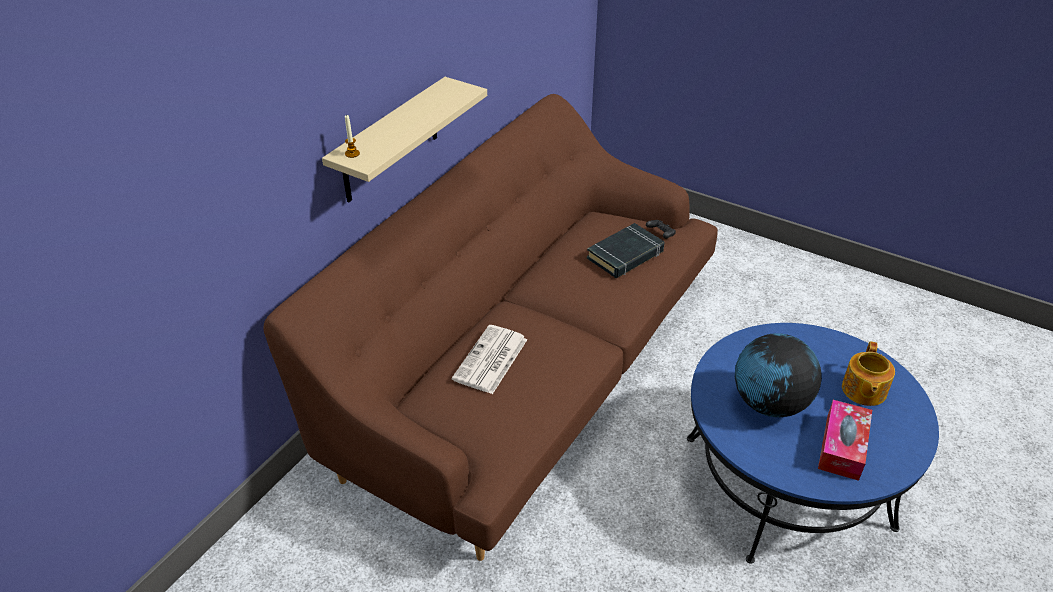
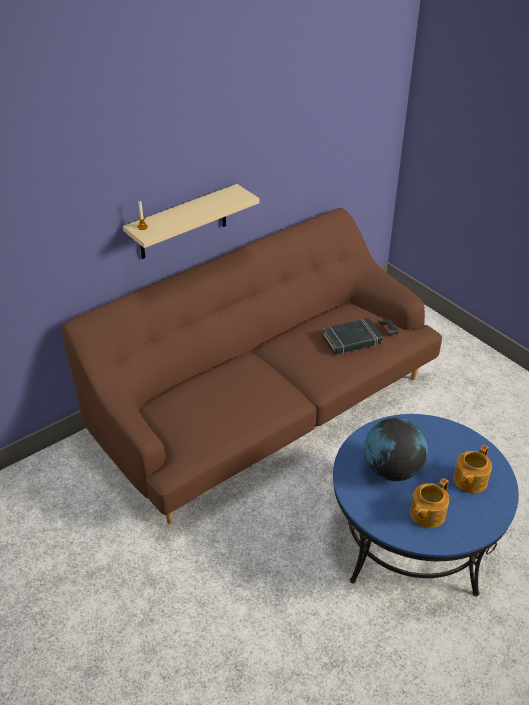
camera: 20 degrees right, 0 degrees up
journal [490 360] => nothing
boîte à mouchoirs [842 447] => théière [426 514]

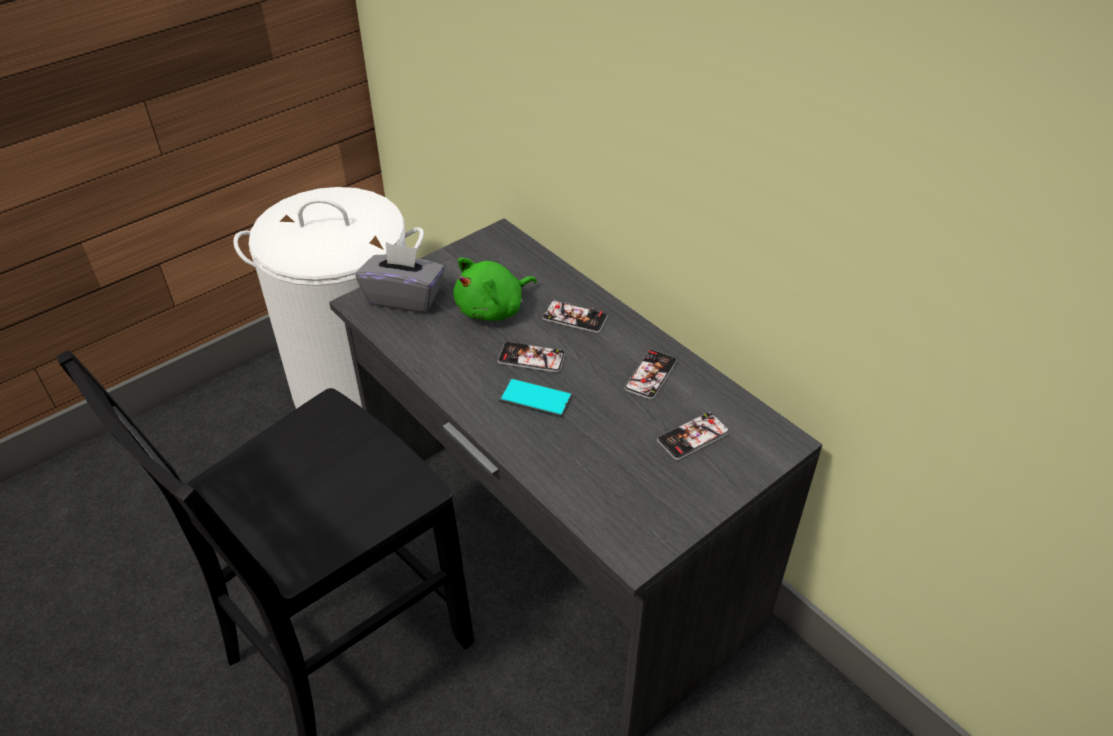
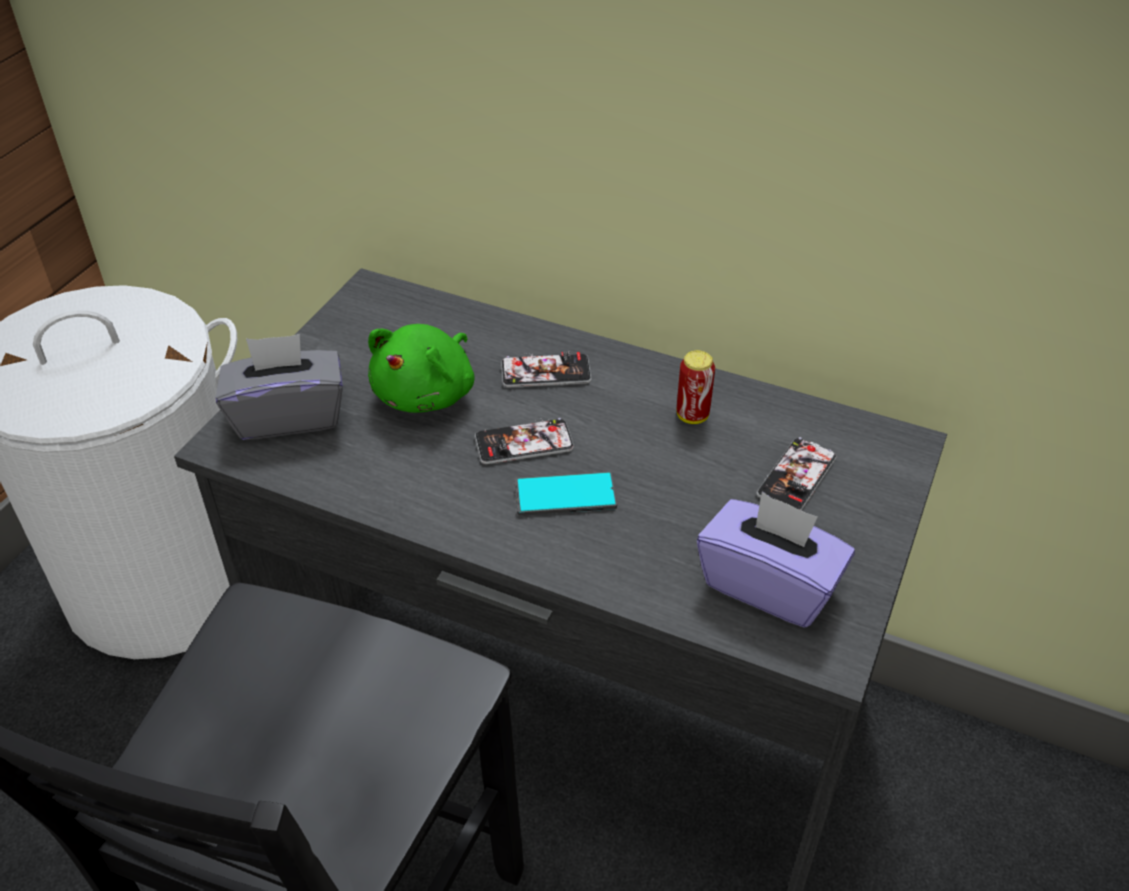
camera: 25 degrees left, 0 degrees up
téléphone [651 375] => boîte métallique [692 415]
nothing => boîte à mouchoirs [violet] [769 585]

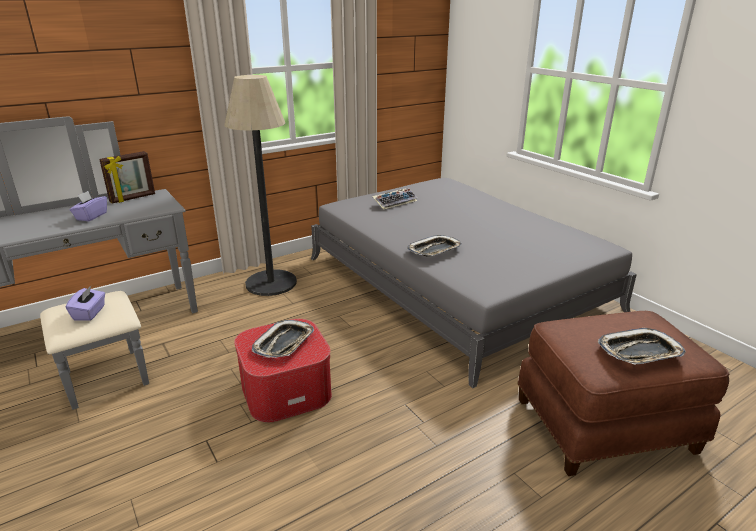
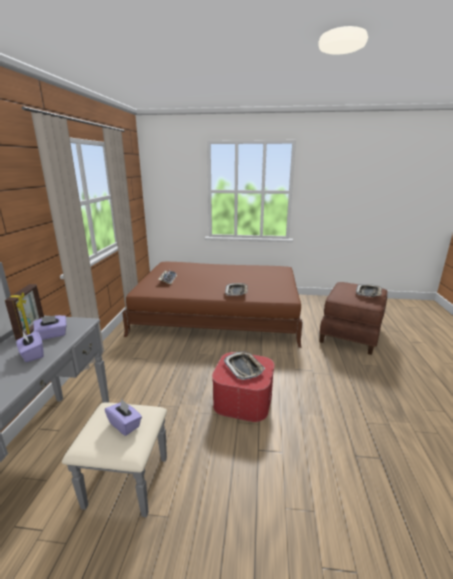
camera: 50 degrees left, 5 degrees down
lampadaire [271 283] => nothing
lit [gris] [455 283] => lit [marron] [219 313]
nothing => boîte à mouchoirs [violet] [52 335]

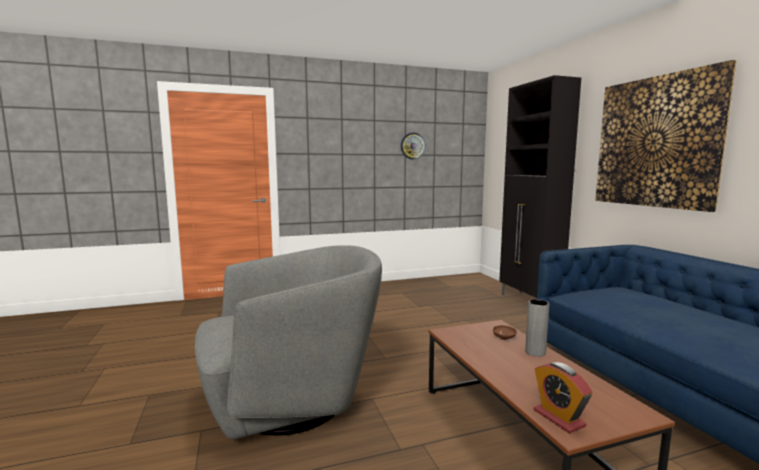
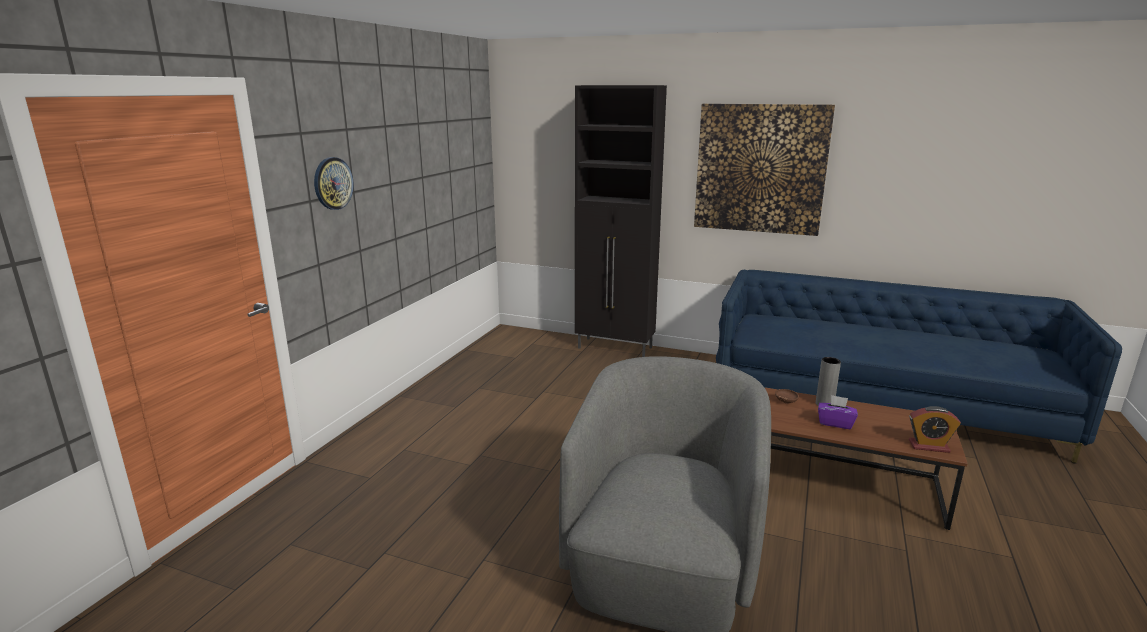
camera: 50 degrees left, 10 degrees up
horloge murale [412 146] => horloge murale [332 183], moved
nothing => boîte à mouchoirs [violet] [835 423]

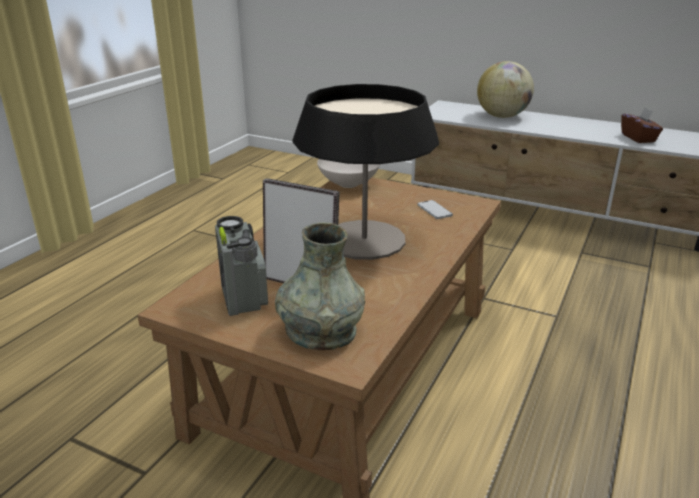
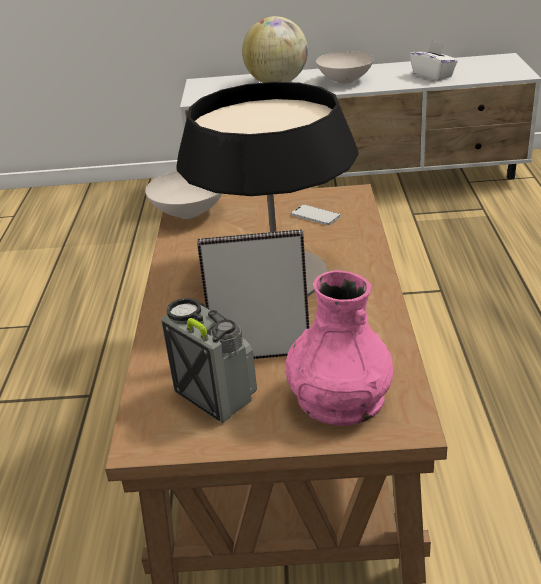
camera: 25 degrees left, 5 degrees up
boîte à mouchoirs [marron] [638 138] => boîte à mouchoirs [blanc] [433 75]
vase [gris] [321 330] => vase [rose] [340 398]
nothing => bol [blanc] [345 81]

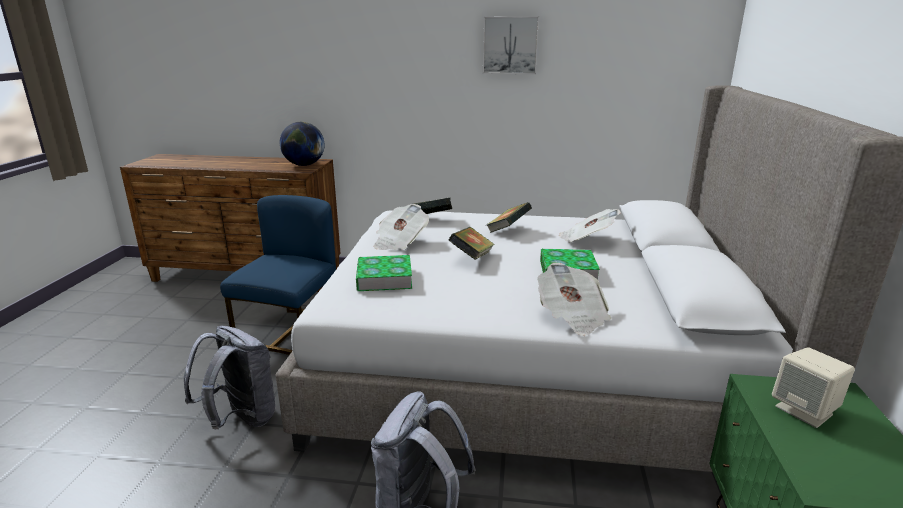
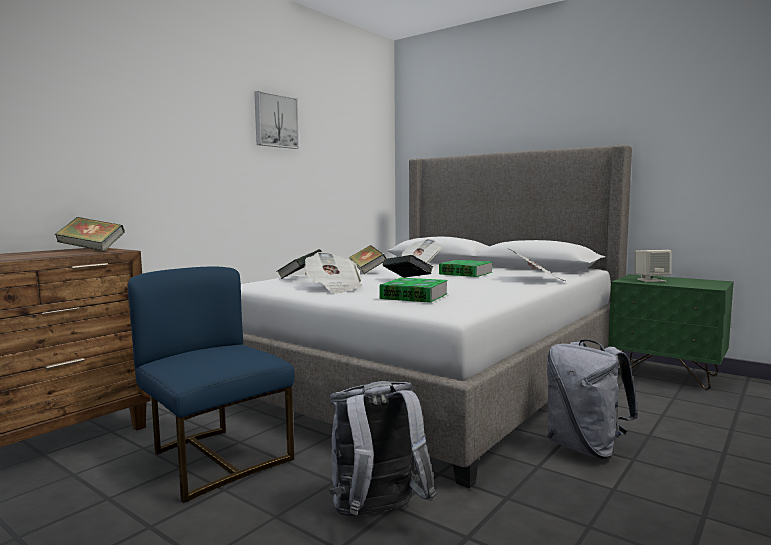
camera: 60 degrees left, 15 degrees down
globe [304 165] => livre [91 250]

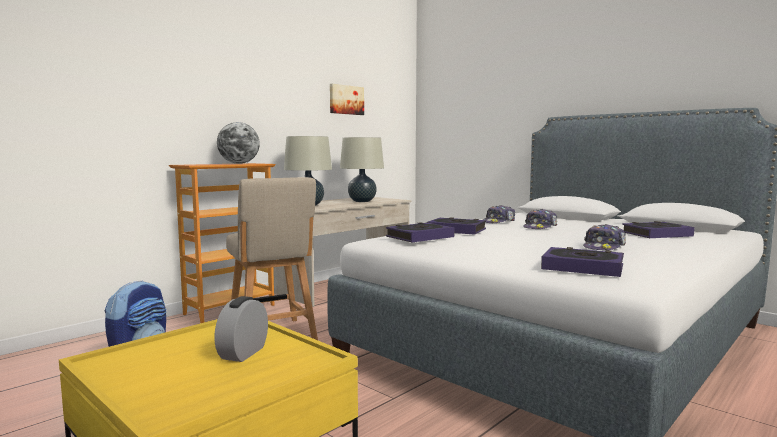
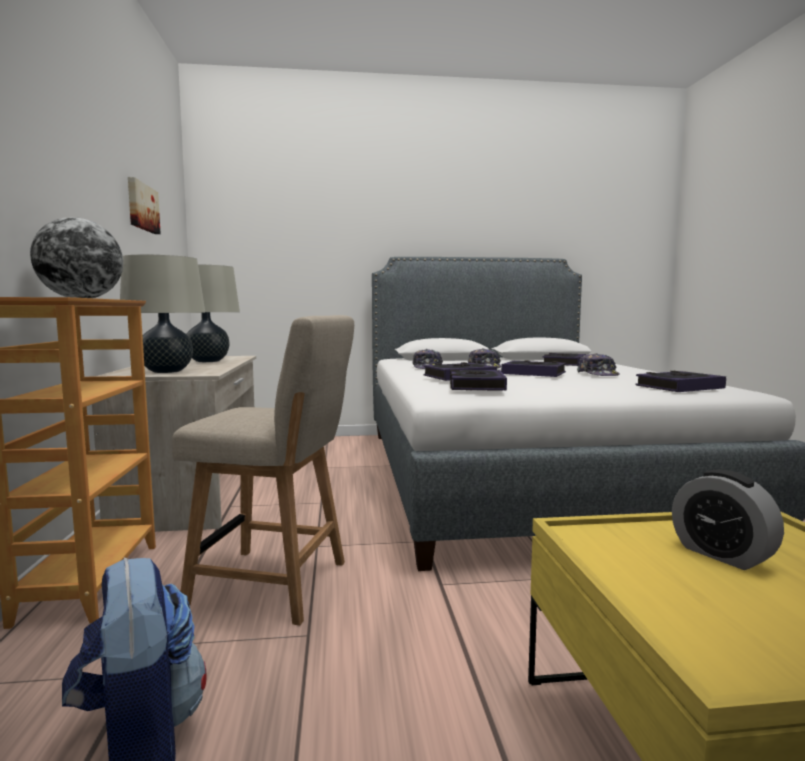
camera: 50 degrees left, 0 degrees up
nothing => livre [533 373]

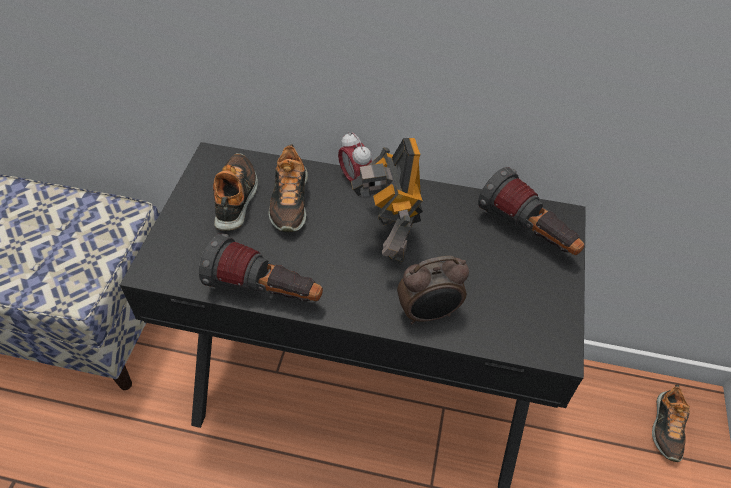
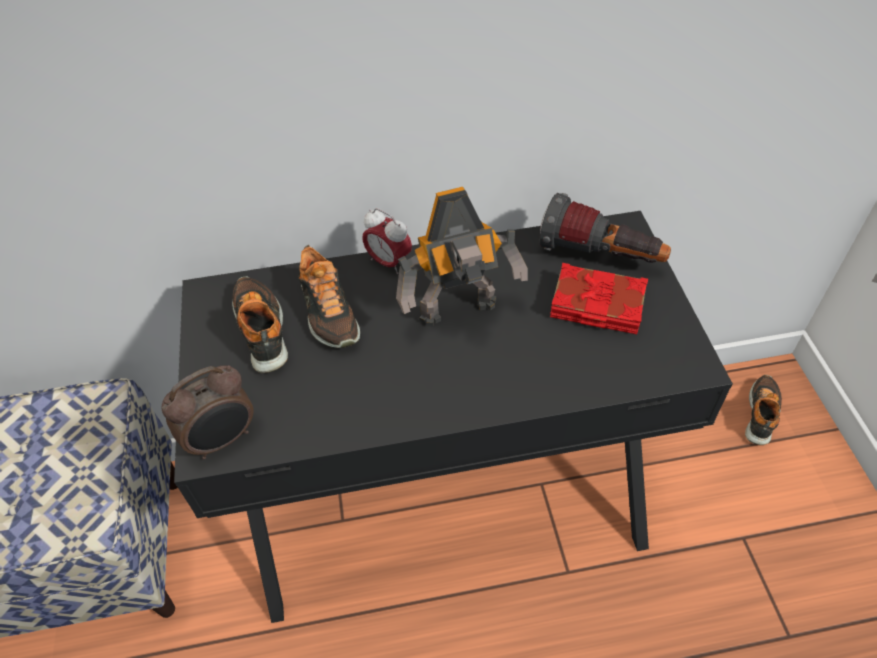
camera: 20 degrees left, 0 degrees up
robot jouet [388 238] => robot jouet [460 314], 75 degrees counterclockwise
lampe de poche [266 292] => nothing
réveil [429 314] => réveil [223 439], moved
chaussure [666 427] => chaussure [761 414], 150 degrees counterclockwise
nothing => livre [rouge] [597 306]

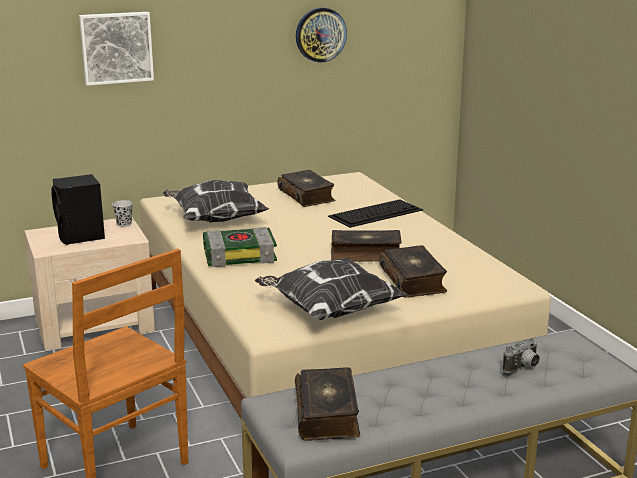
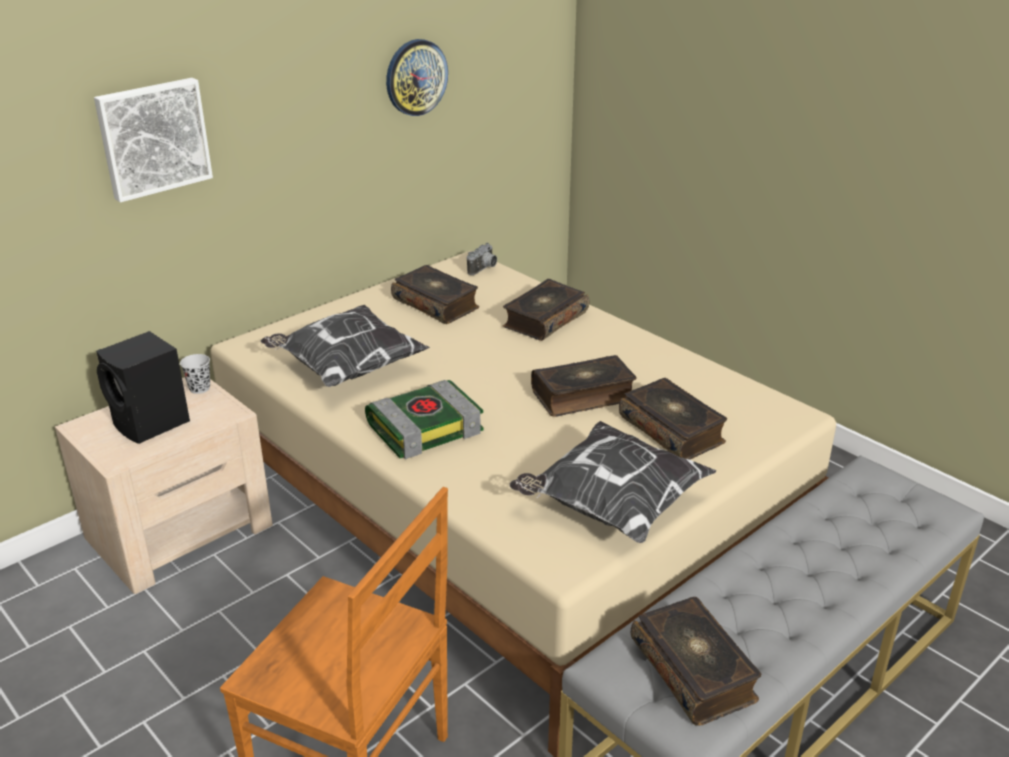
camera: 20 degrees left, 10 degrees up
clavier [376 213] => livre [544 320]
appareil photo [523 368] => appareil photo [484 269], moved

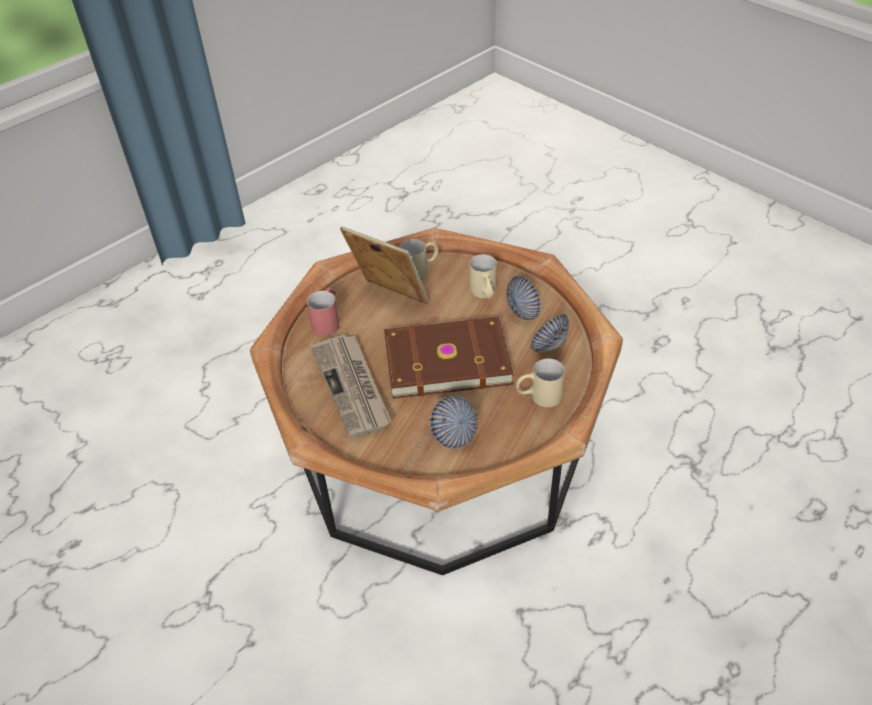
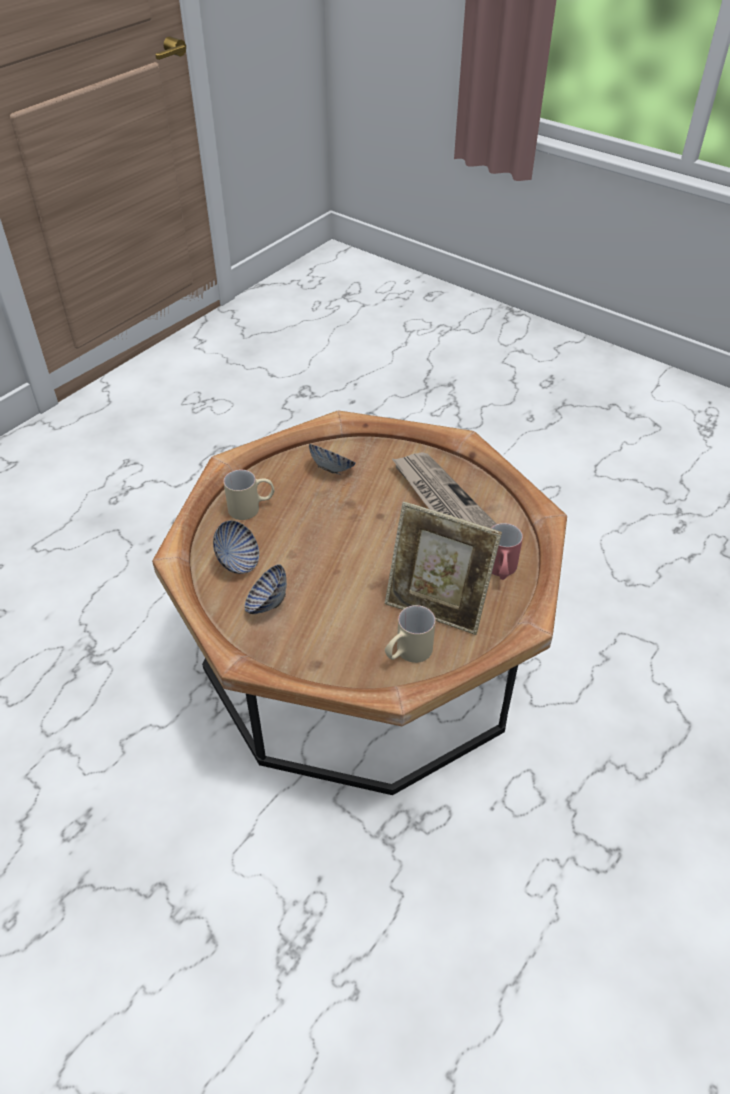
camera: 170 degrees right, 0 degrees up
mug [beige] [484 294] => nothing
livre [marron] [445 359] => nothing

